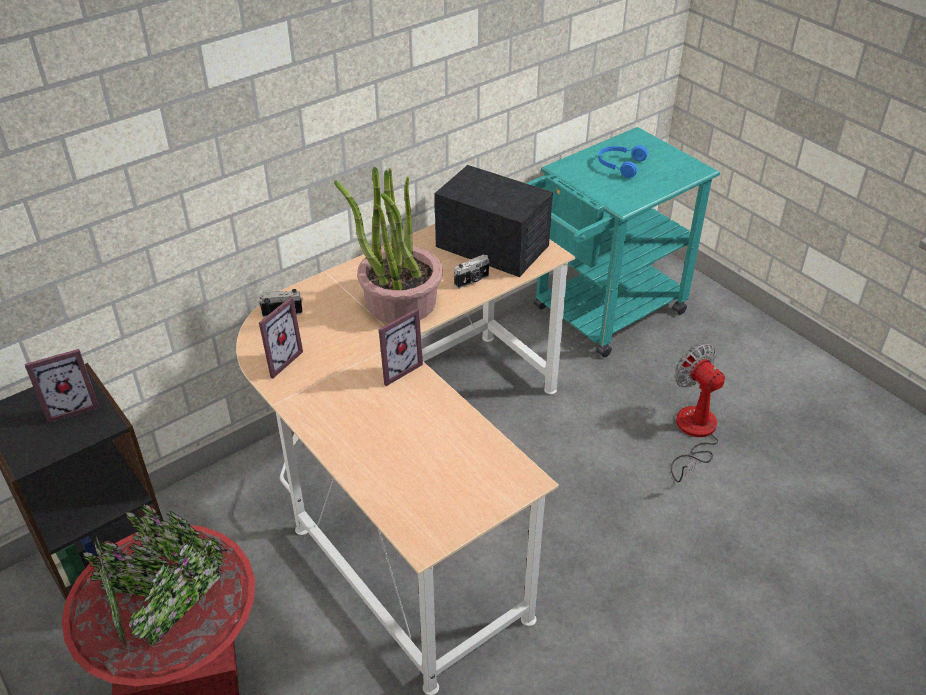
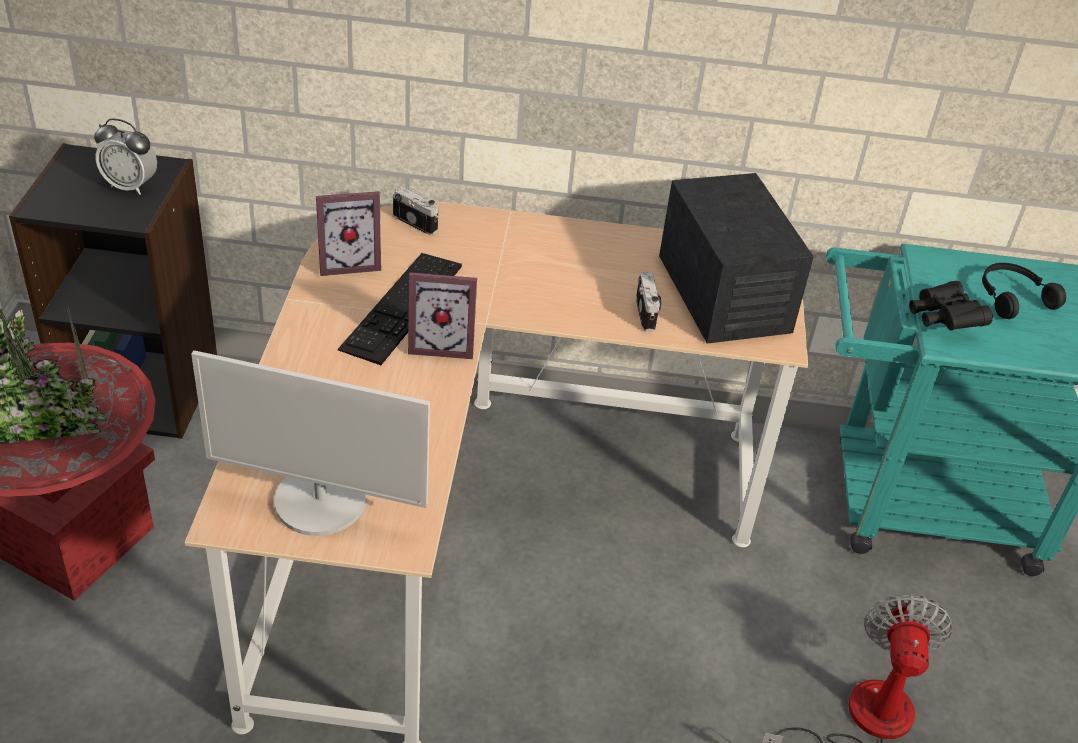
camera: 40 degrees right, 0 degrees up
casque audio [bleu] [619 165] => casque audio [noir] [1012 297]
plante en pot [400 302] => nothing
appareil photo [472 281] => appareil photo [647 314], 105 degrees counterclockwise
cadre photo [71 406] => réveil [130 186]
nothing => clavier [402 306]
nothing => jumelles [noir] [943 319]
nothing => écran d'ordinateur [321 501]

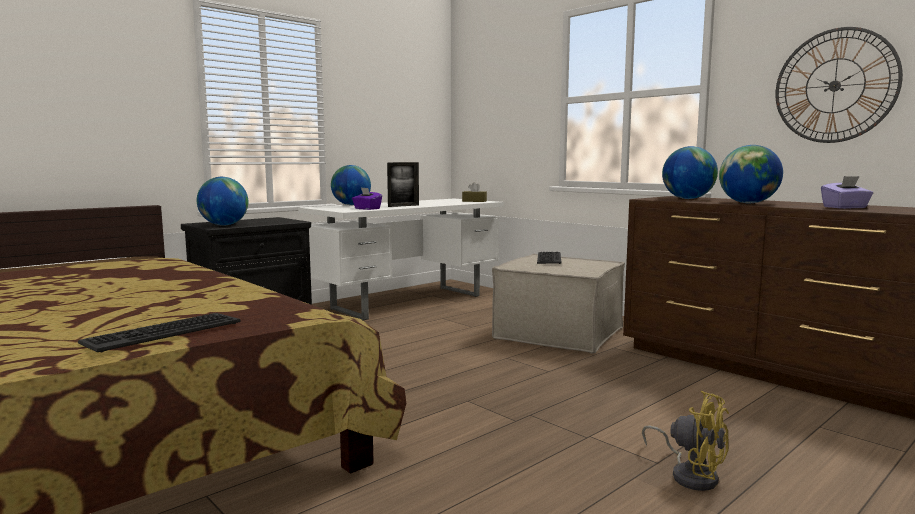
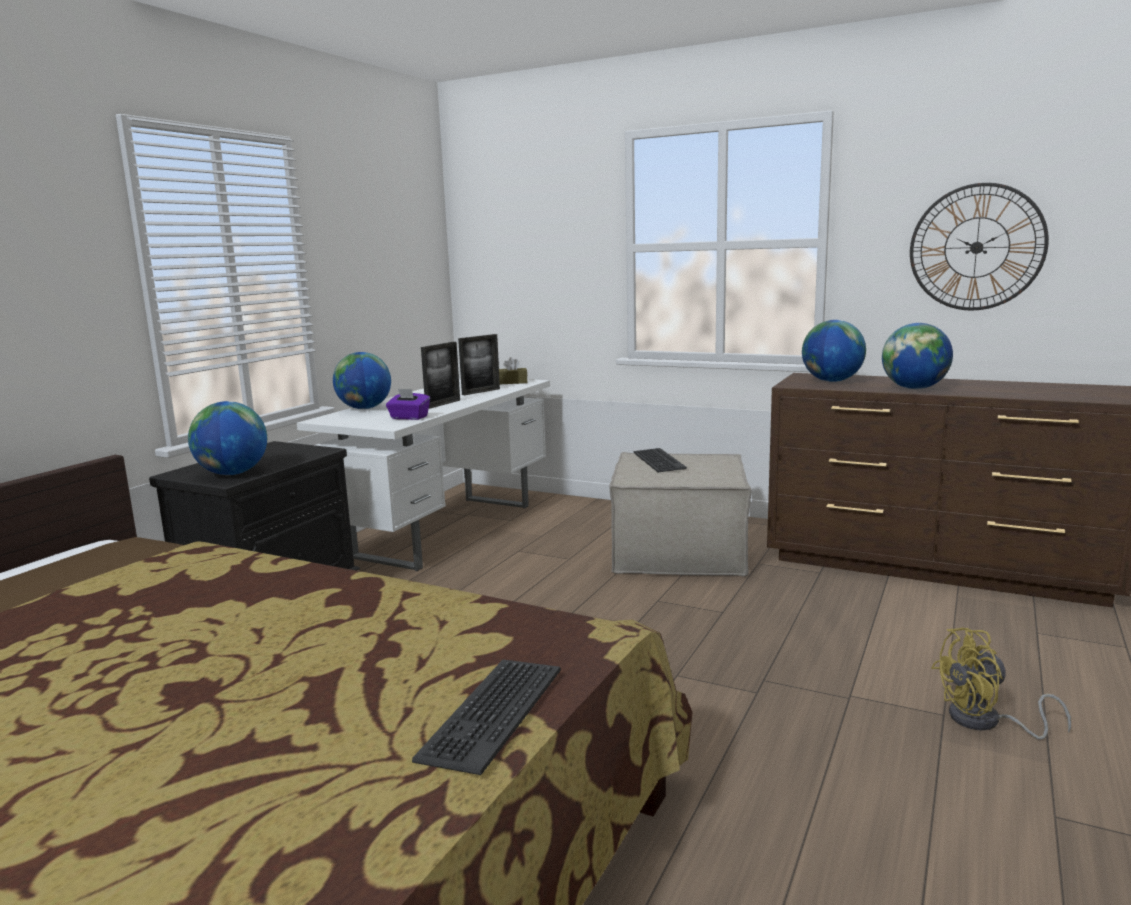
camera: 20 degrees left, 5 degrees up
boîte à mouchoirs [violet] [845 207] => nothing
ventilateur [jaune] [690 474] => ventilateur [jaune] [985 722], 150 degrees clockwise
nothing => cadre photo [481 392]

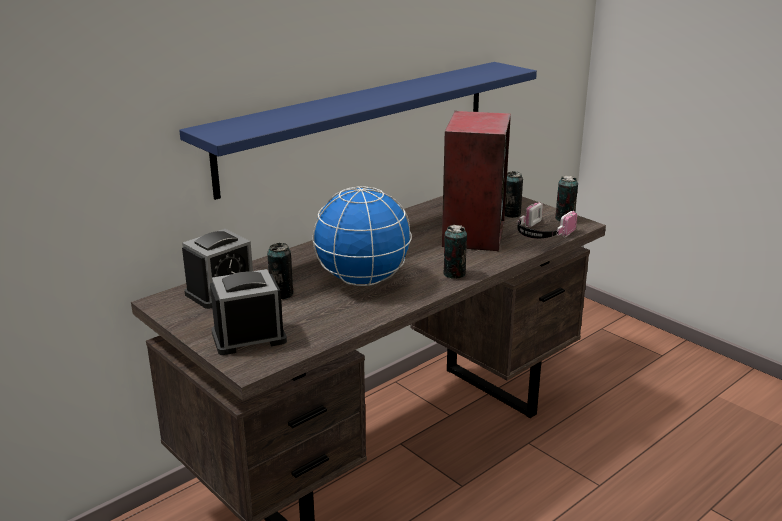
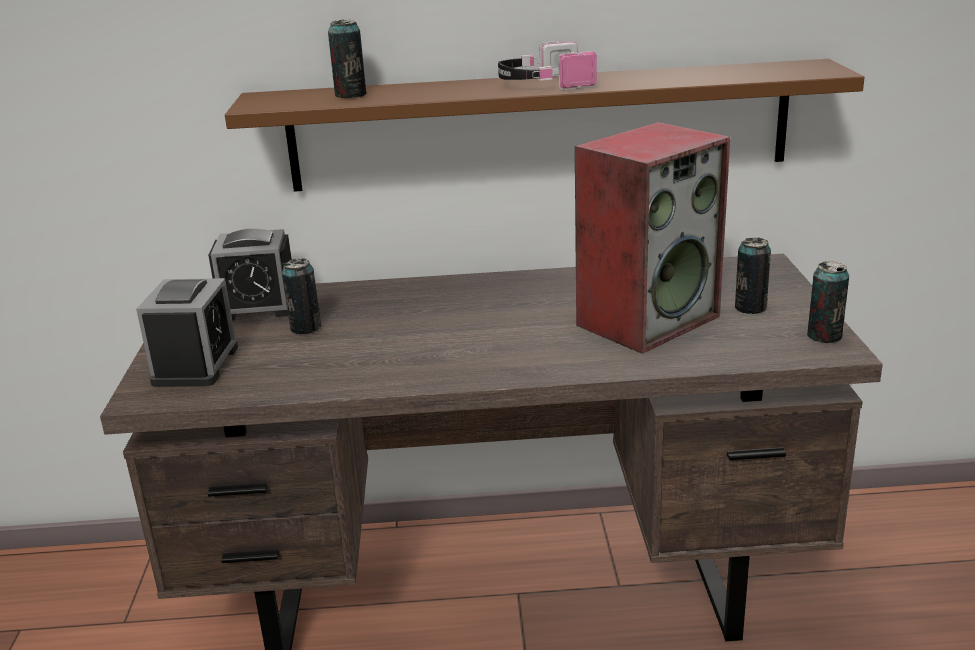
camera: 40 degrees right, 0 degrees up
étagère [bleu] [360 124] => étagère [marron] [538 126]
globe [363 280] => nothing
casque audio [542 234] => casque audio [543 84], moved
boîte métallique [454 274] => boîte métallique [350 95], moved
réveil [249 337] => réveil [196 365], 75 degrees clockwise

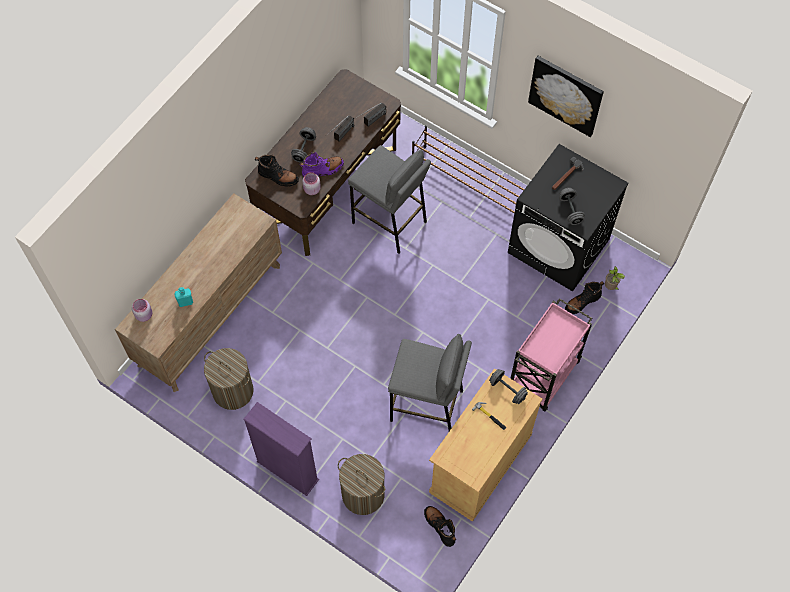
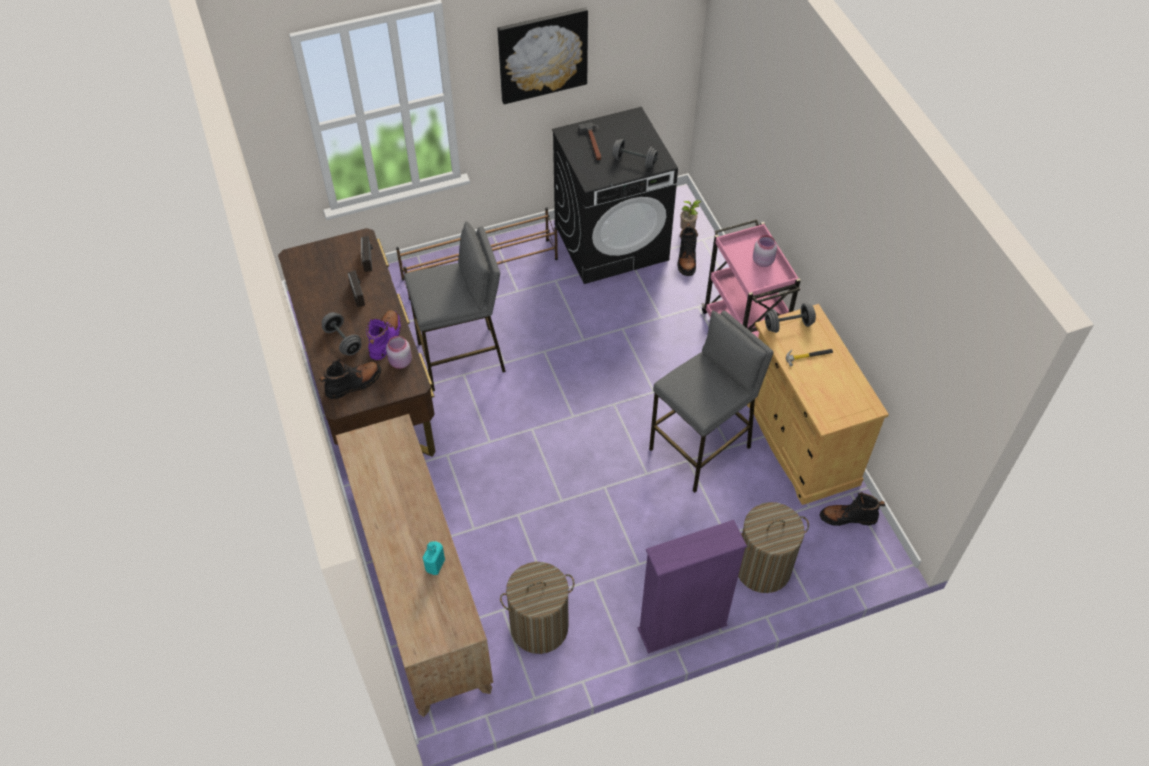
camera: 55 degrees left, 10 degrees down
bocal [rose] [144 314] => bocal [rose] [762 261], moved

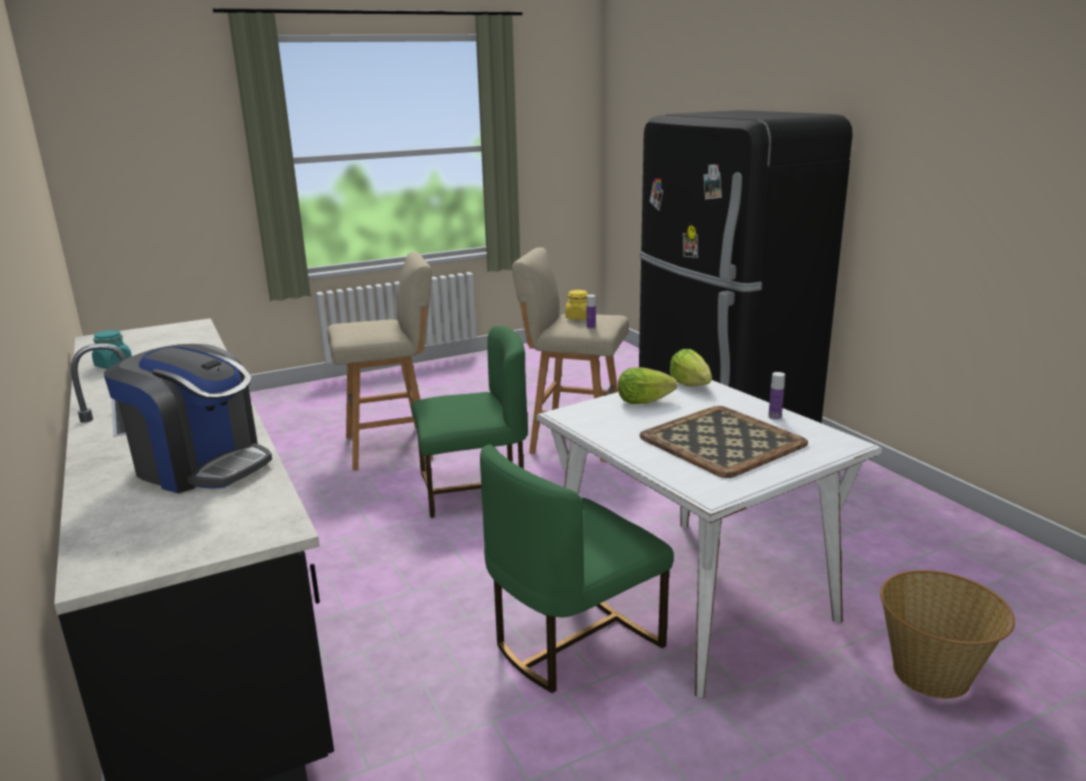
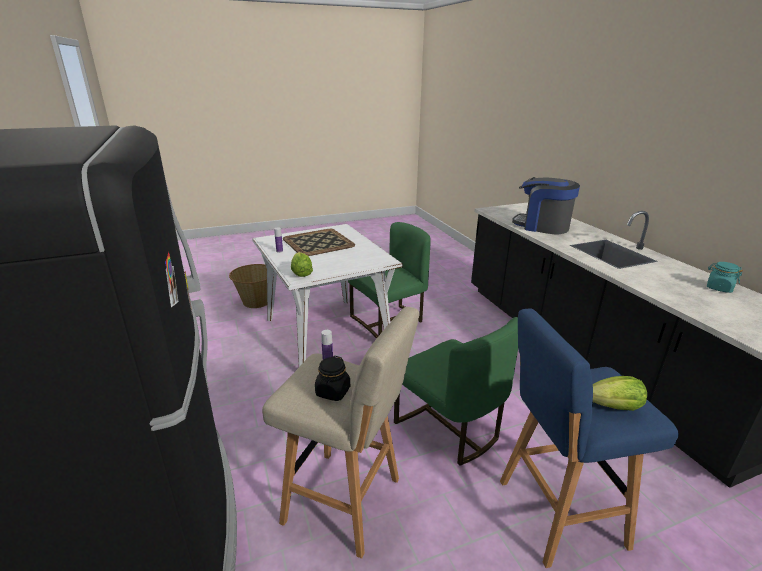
camera: 175 degrees left, 5 degrees up
tabouret [beige] [392 447] => tabouret [bleu] [556 513]
bocal [jaune] [578 317] => bocal [noir] [333 392]
chaise [vert] [473 488] => chaise [vert] [449 428], 120 degrees counterclockwise
laitue [643 401] => laitue [614 407], moved

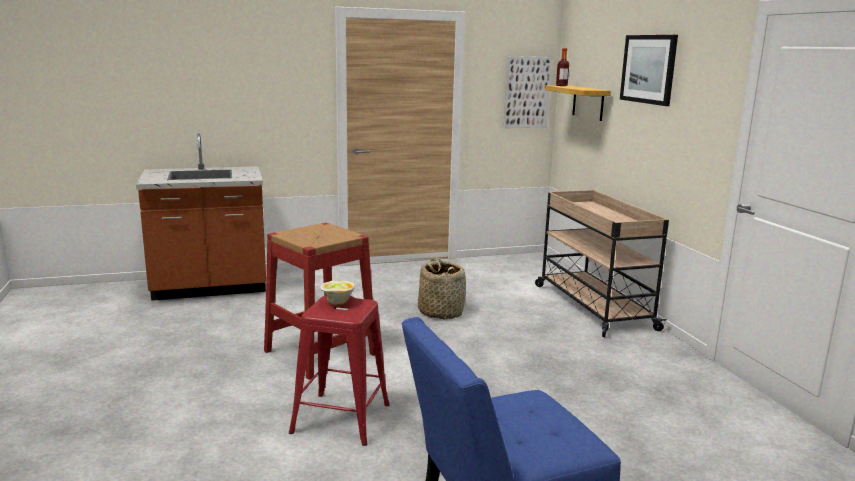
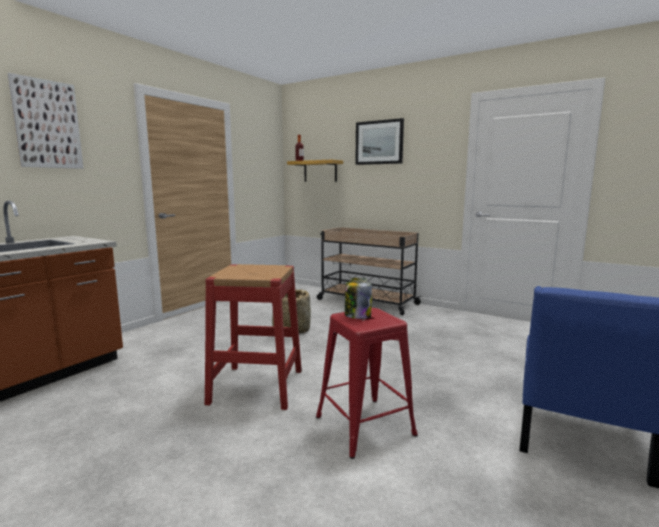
camera: 40 degrees left, 5 degrees down
tableau [526 92] => tableau [47 124], moved
bol [337 303] => bocal [357 316]

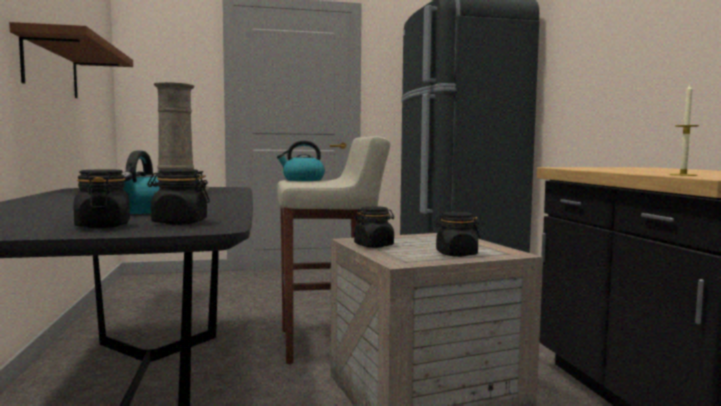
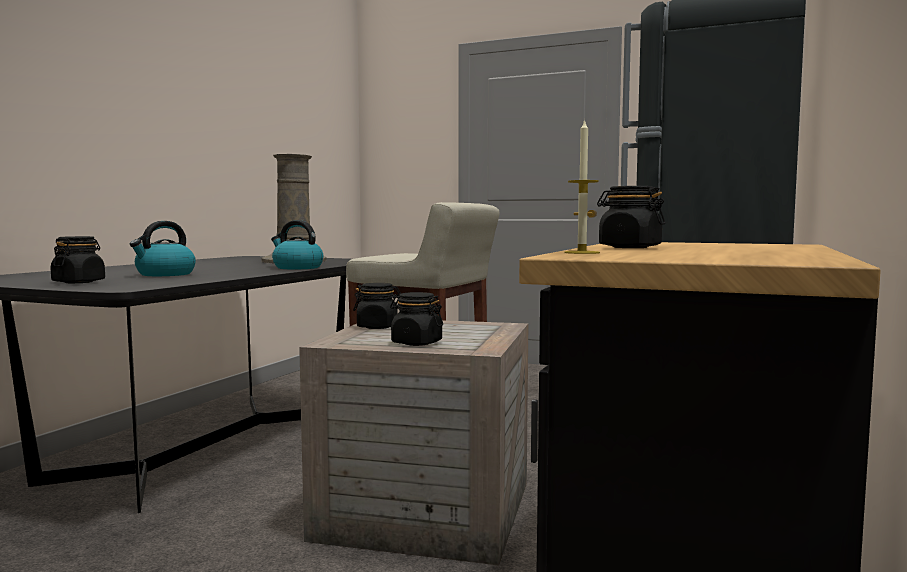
camera: 35 degrees right, 0 degrees up
étagère [marron] [51 67] => nothing
bouilloire [303 180] => bouilloire [297 268], moved
bocal [noir] [179 222] => bocal [noir] [629 247], moved

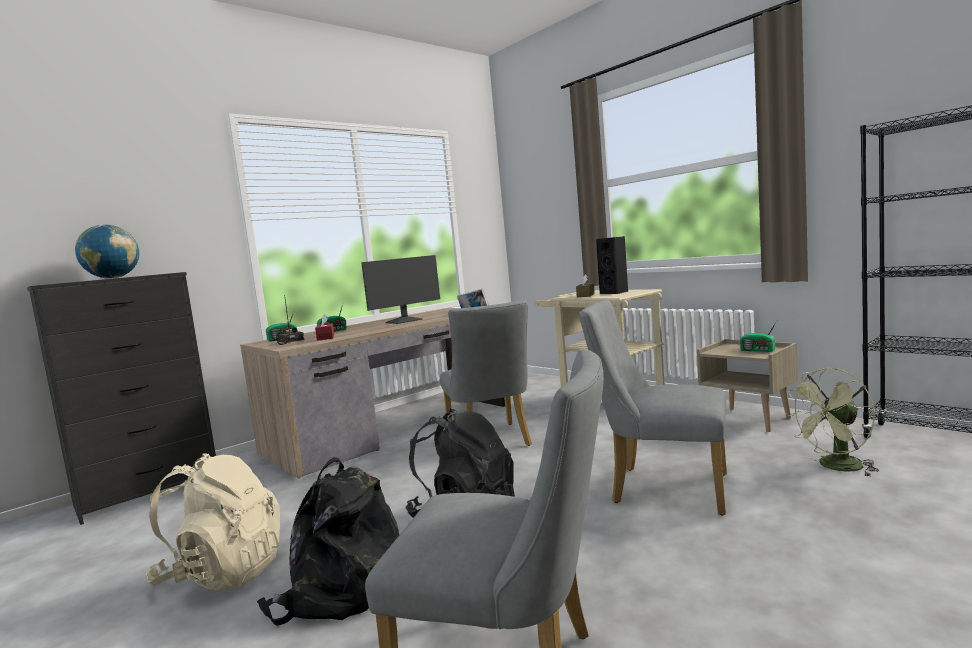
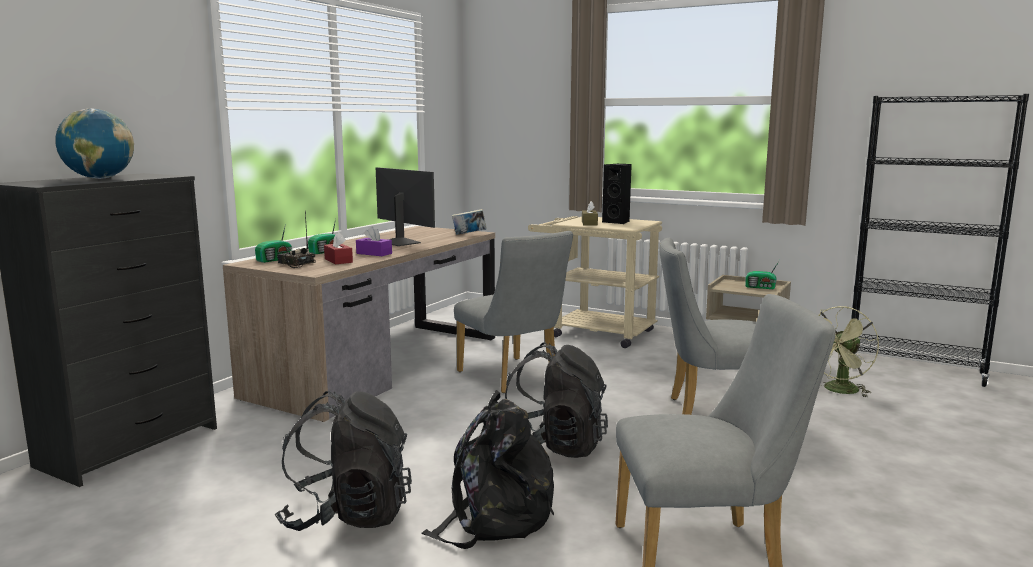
camera: 20 degrees left, 5 degrees up
écran d'ordinateur [404 321] => écran d'ordinateur [400 242], 75 degrees counterclockwise
sac à dos [beige] [223 573] => sac à dos [noir] [348 515]
nothing => boîte à mouchoirs [violet] [374 253]

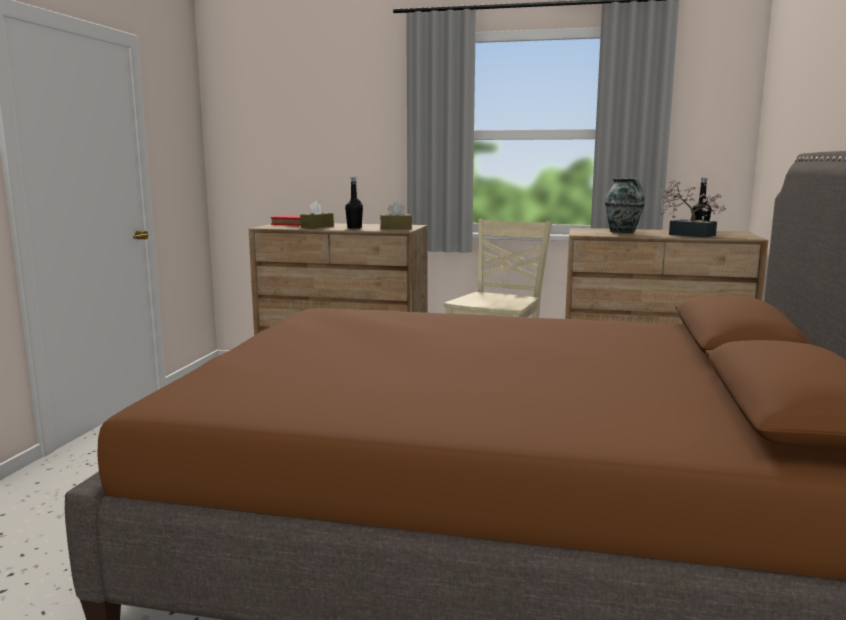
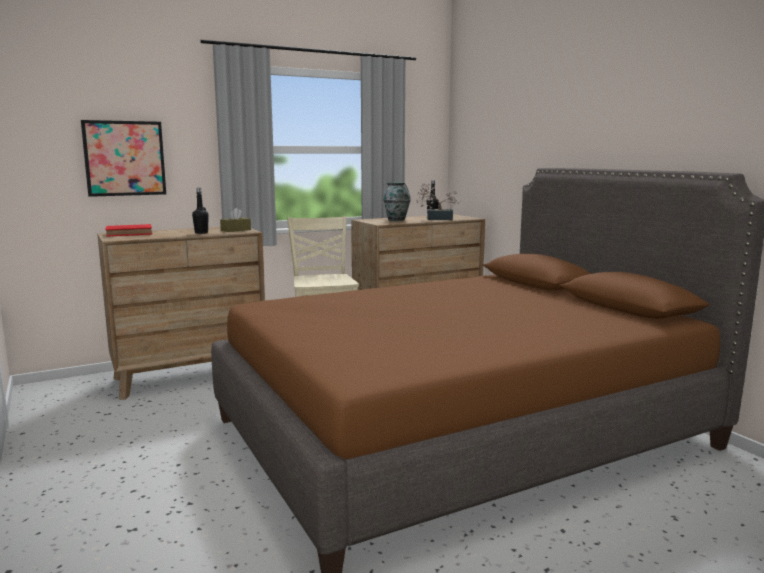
camera: 40 degrees left, 0 degrees up
boîte à mouchoirs [marron] [317 227] => nothing
nothing => tableau [124 158]

